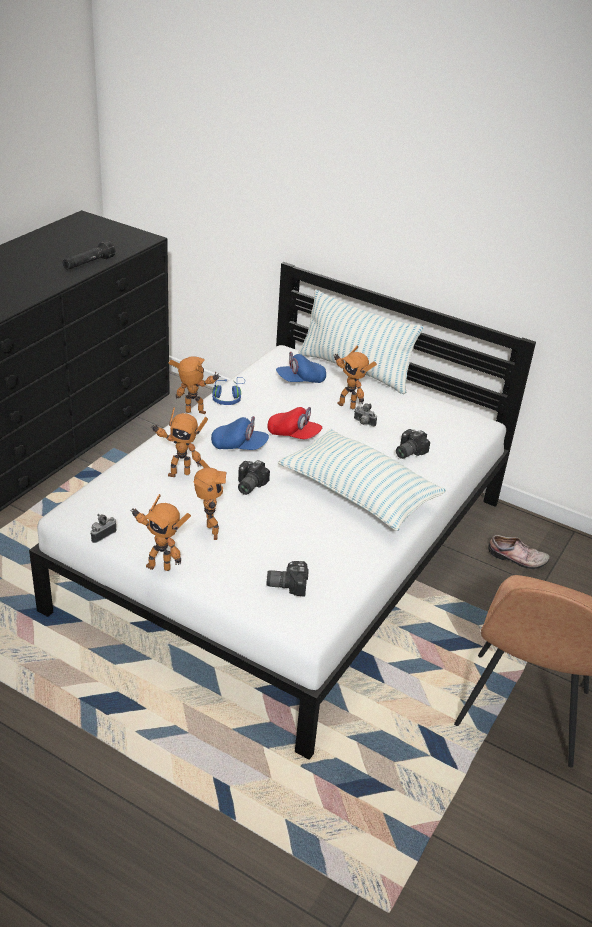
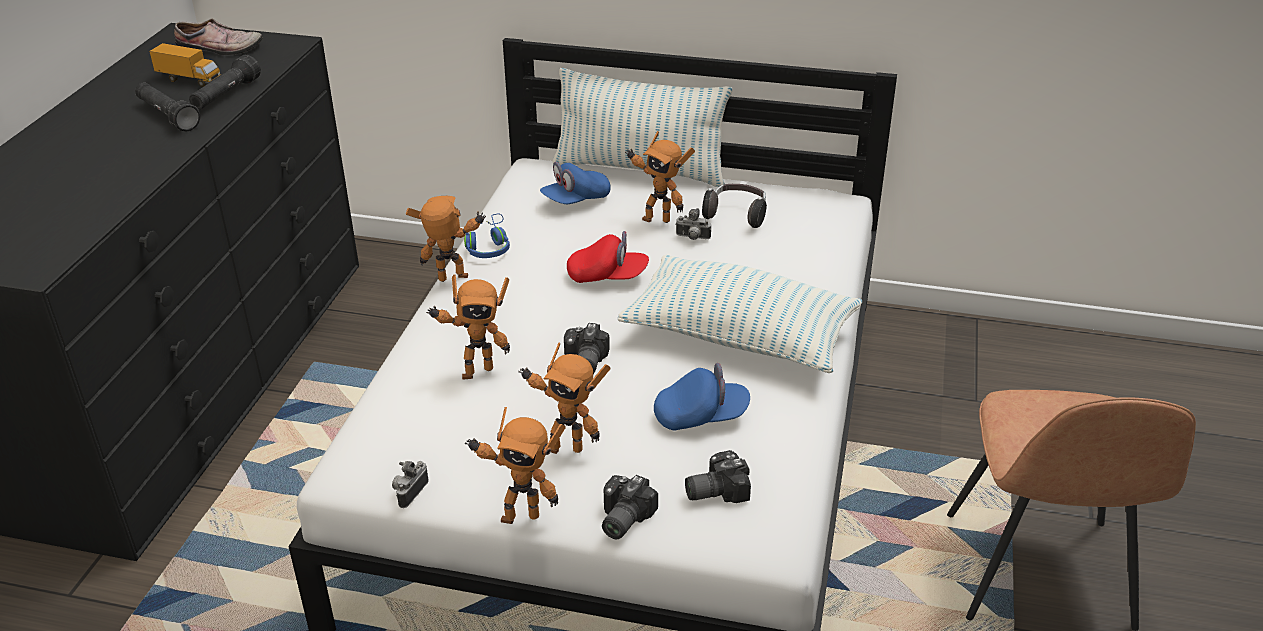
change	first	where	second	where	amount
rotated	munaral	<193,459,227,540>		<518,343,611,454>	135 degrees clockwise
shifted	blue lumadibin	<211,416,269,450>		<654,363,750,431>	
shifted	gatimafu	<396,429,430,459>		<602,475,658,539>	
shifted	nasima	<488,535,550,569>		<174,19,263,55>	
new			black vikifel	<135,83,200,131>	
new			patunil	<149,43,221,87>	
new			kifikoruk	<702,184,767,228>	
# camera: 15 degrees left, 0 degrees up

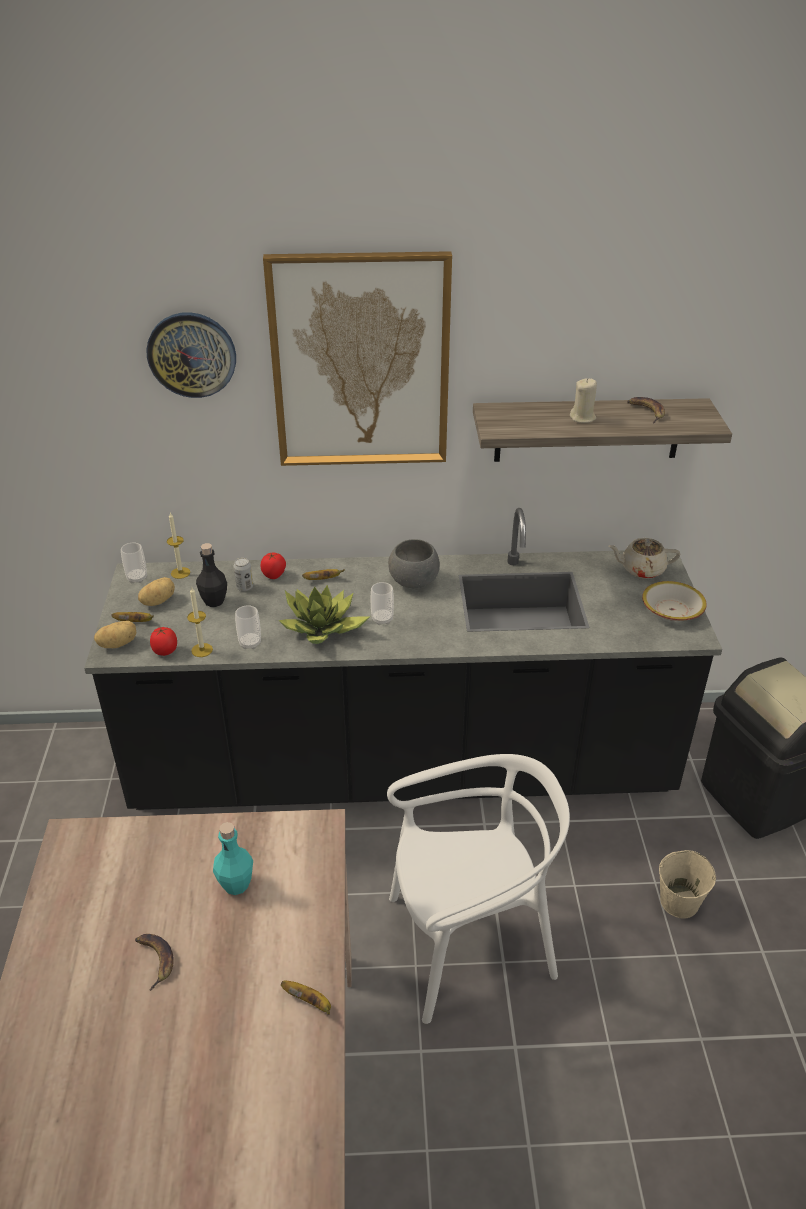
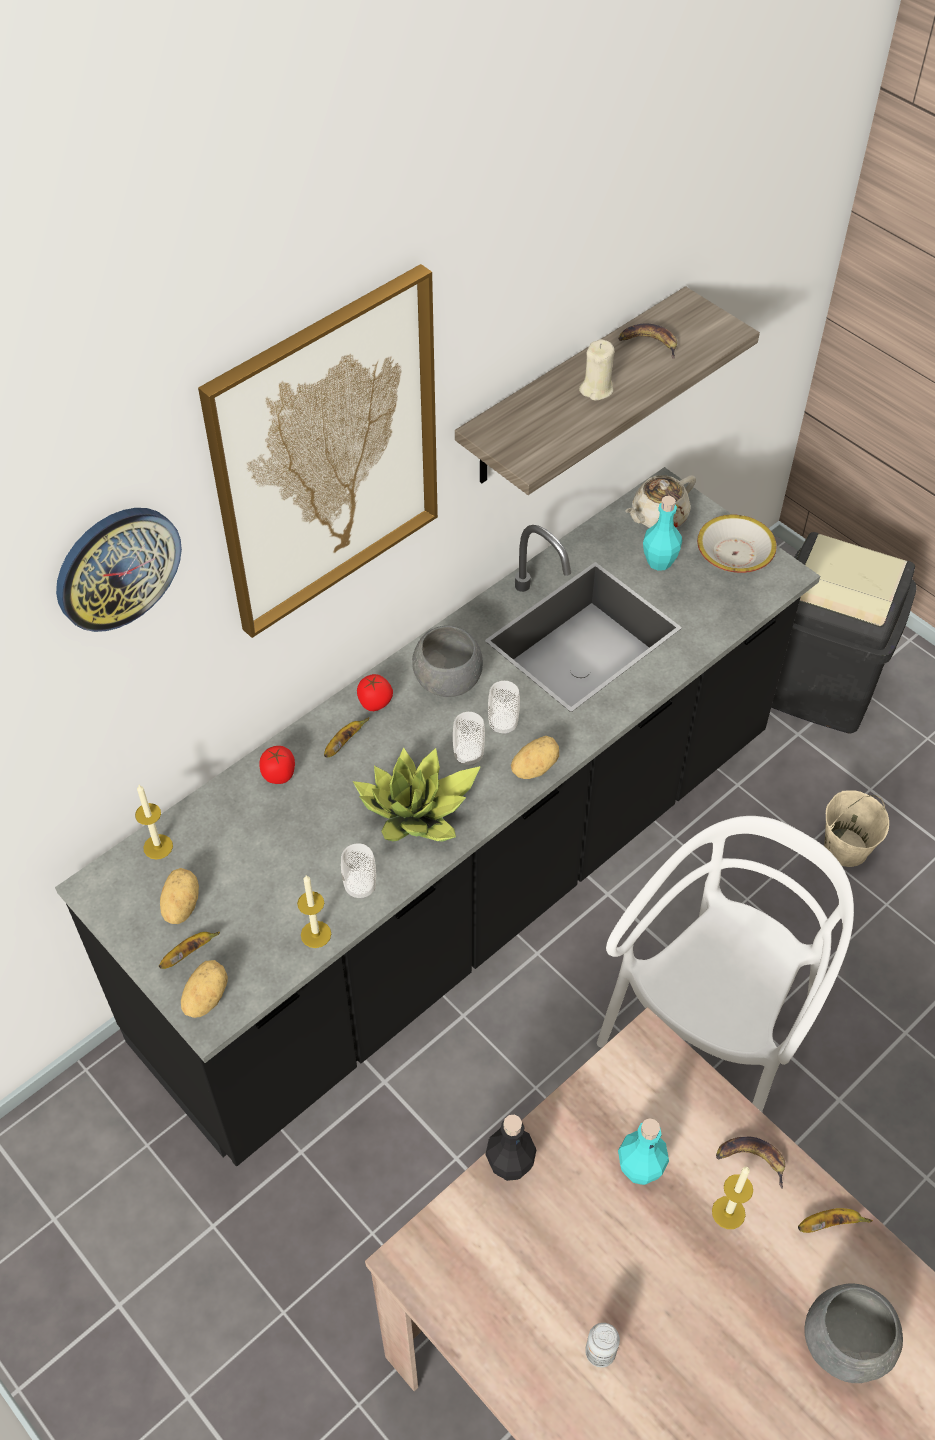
change	first	where	second	where	amount
shifted	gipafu	<121,542,147,583>		<488,681,520,735>	
shifted	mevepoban	<135,934,174,991>		<716,1136,785,1189>	
shifted	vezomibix	<150,627,177,656>		<357,674,393,711>	
shifted	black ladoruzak	<196,543,227,607>		<485,1115,536,1181>	
shifted	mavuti	<233,558,253,591>		<585,1323,620,1367>	
new			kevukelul	<511,736,559,779>	
new			turquoise ladoruzak	<643,496,682,571>	
new			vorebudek	<712,1167,753,1229>	
new			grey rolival	<805,1283,903,1383>	
# camera: 40 degrees left, 15 degrees up

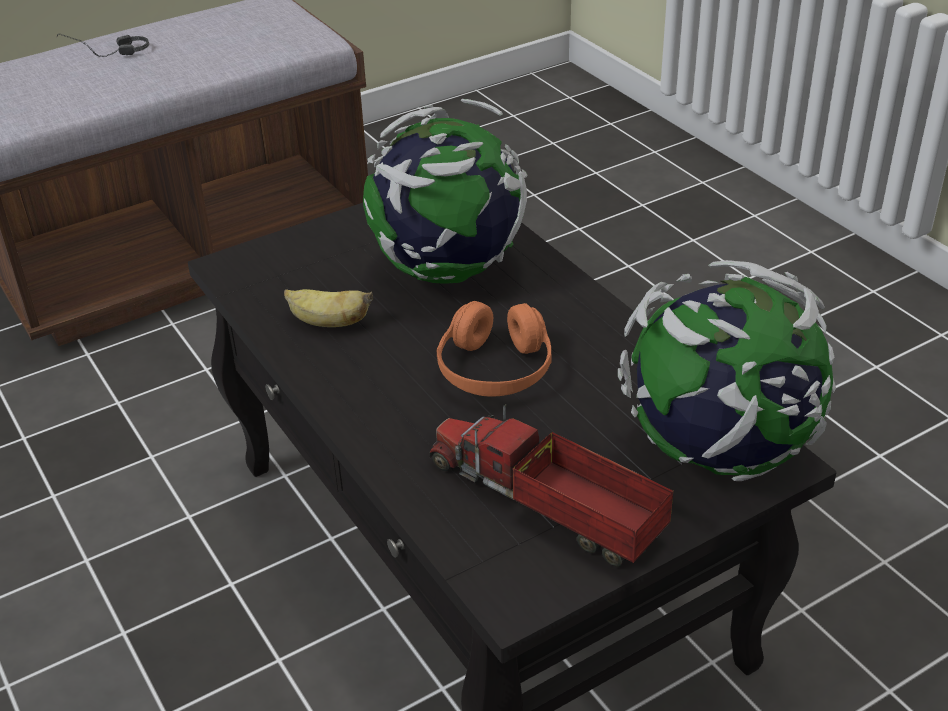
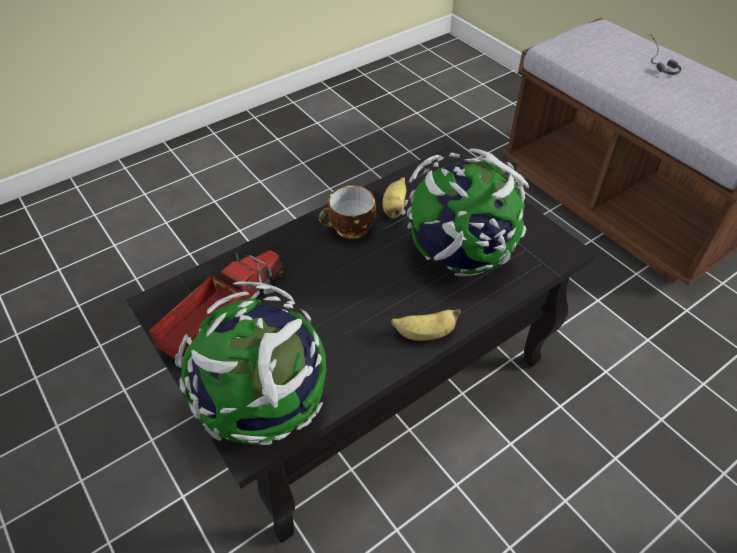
change	first	where	second	where	amount
gone	orange kifikoruk	<437,301,551,397>			
new			gipafu	<319,186,376,239>	
new			mevepoban	<391,309,461,341>	
# camera: 85 degrees right, 10 degrees up

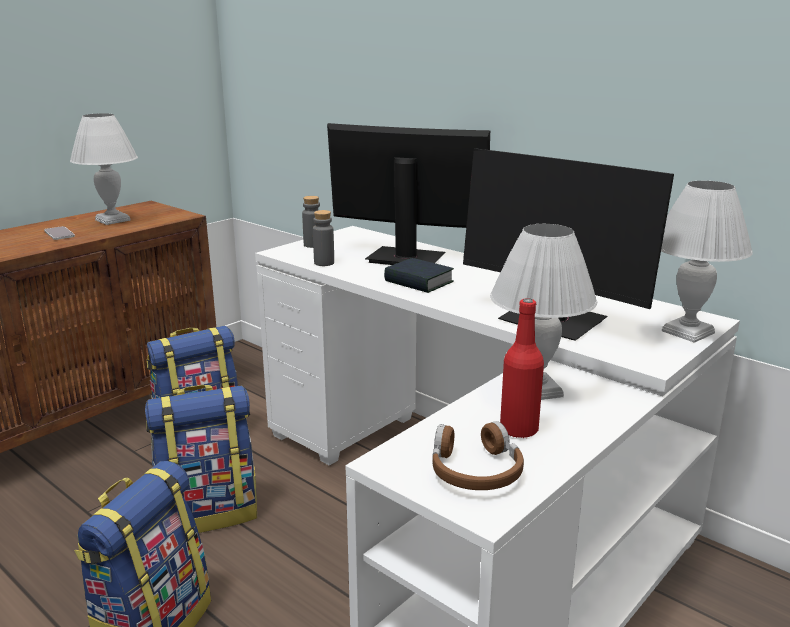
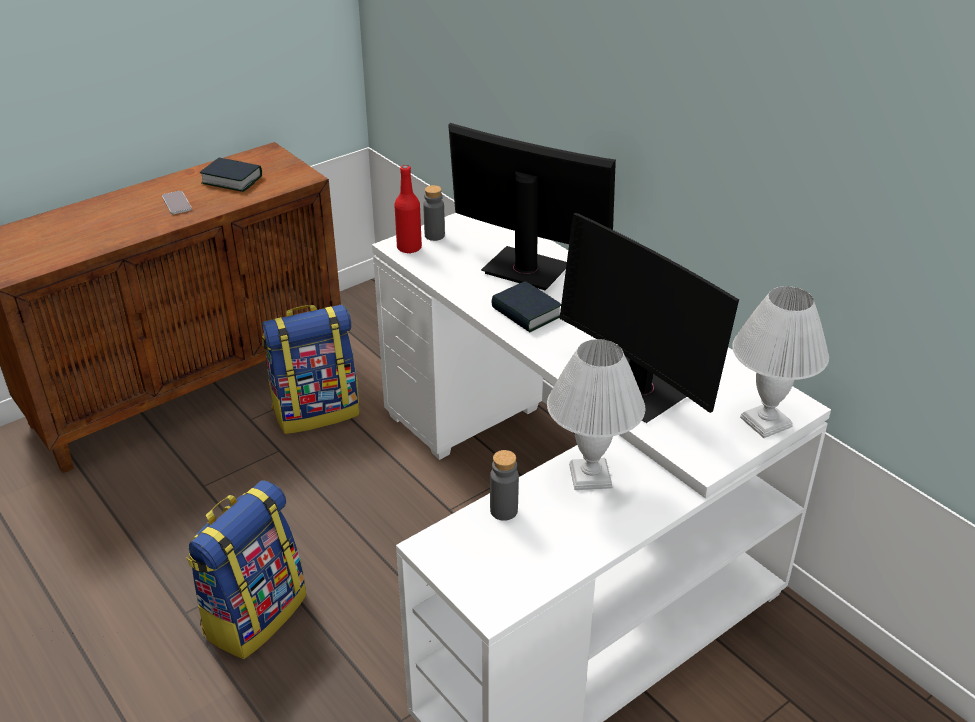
change	first	where	second	where	amount
swapped	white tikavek	<70,113,138,225>	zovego	<200,158,262,192>	
gone	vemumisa	<145,385,257,533>			
shifted	grey ladoruzak	<313,210,334,266>		<490,450,519,521>	
gone	brown kifikoruk	<432,421,524,490>			
shifted	red ladoruzak	<500,298,544,438>		<394,165,422,253>	
# camera: 10 degrees right, 15 degrees up

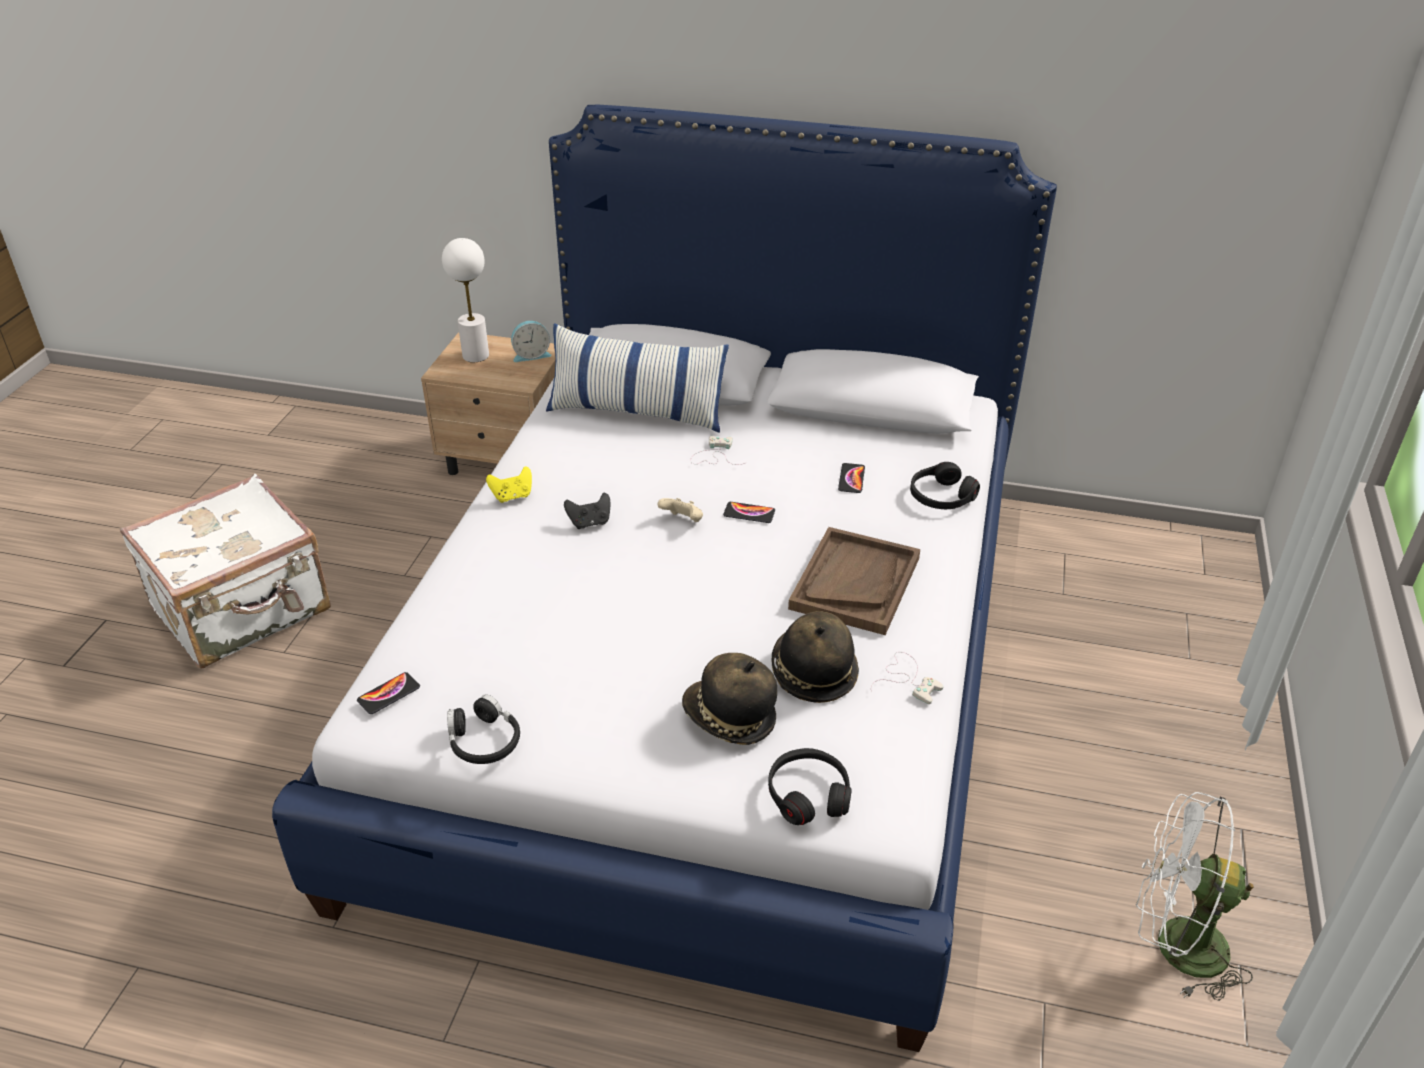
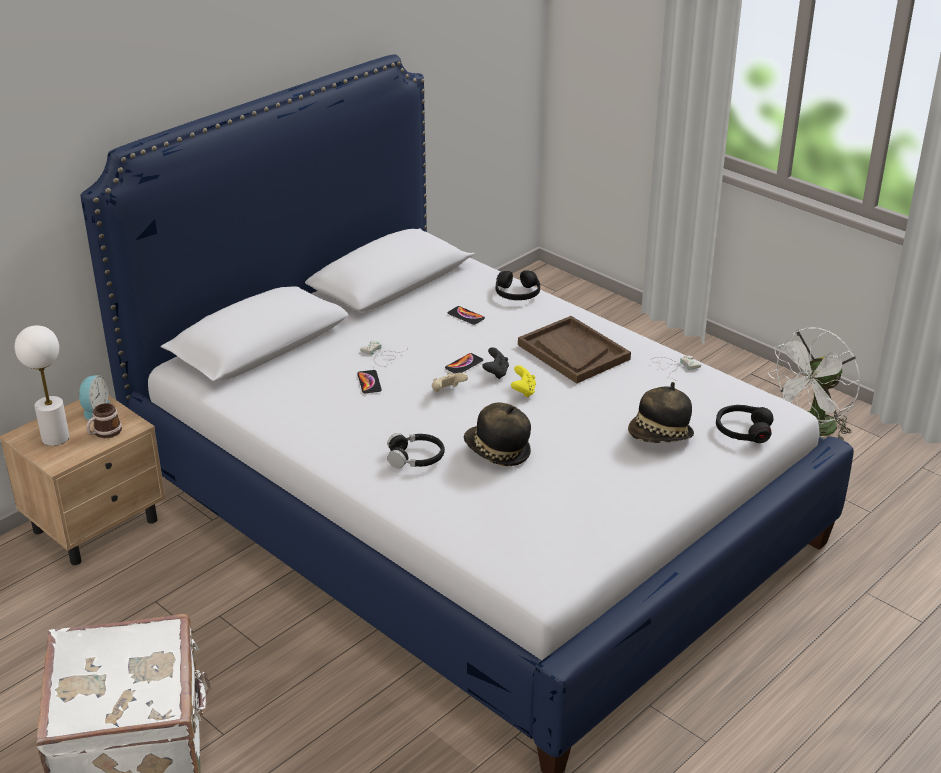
change	first	where	second	where	amount
shifted	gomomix	<357,672,420,714>		<357,370,382,393>	
shifted	black kifikoruk	<447,694,520,764>		<387,433,445,468>	
shifted	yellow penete	<486,466,532,503>		<511,365,536,398>	
gone	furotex	<546,323,729,433>			
shifted	black penete	<564,493,610,529>		<482,347,509,379>	
shifted	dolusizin	<772,611,859,703>		<464,402,531,466>	
new			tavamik	<86,403,122,438>	
# camera: 60 degrees left, 5 degrees down

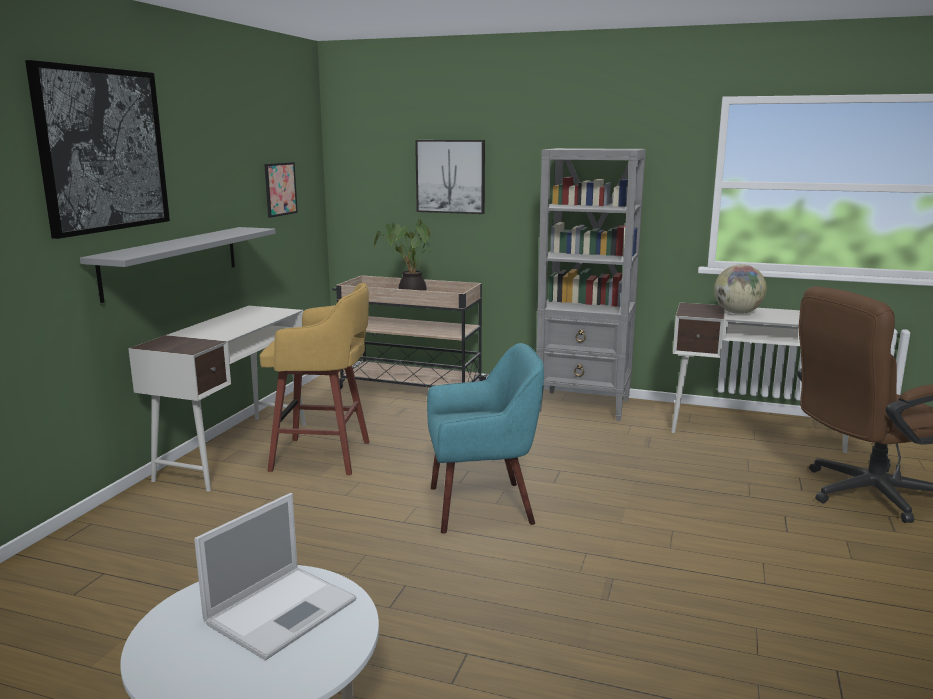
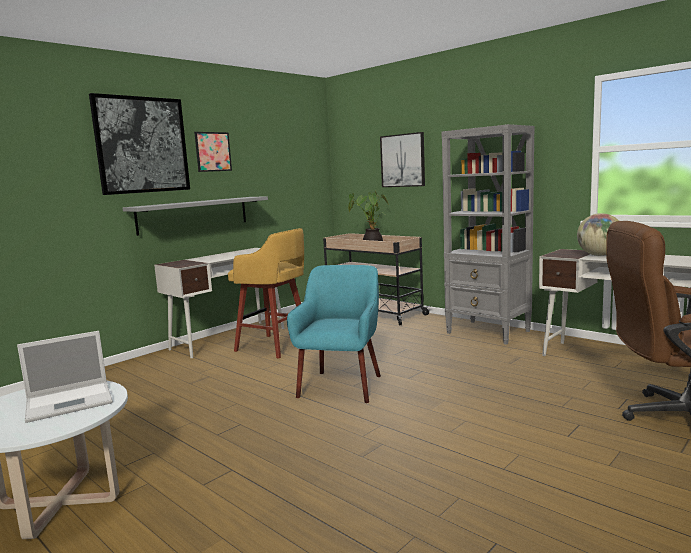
change	first	where	second	where	amount
shifted	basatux	<264,162,298,218>		<194,132,232,172>	
rotated	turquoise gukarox	<427,343,544,534>		<287,265,381,403>	90 degrees counterclockwise
# camera: 25 degrees right, 5 degrees down

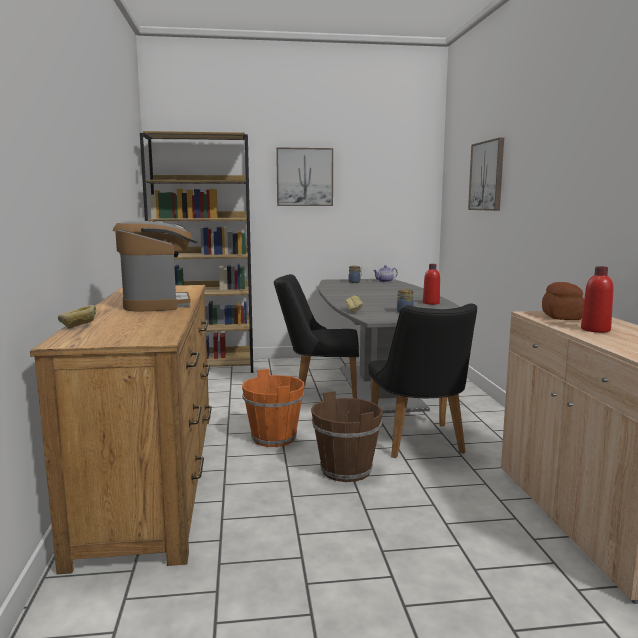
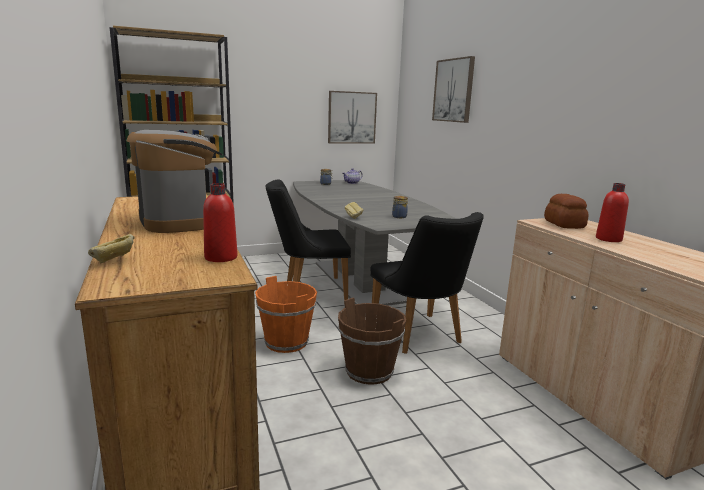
change	first	where	second	where	amount
shifted	basatux	<276,147,333,206>		<328,91,377,144>	
shifted	red ladoruzak	<423,264,440,305>		<203,183,238,262>	
# camera: 15 degrees left, 5 degrees up

